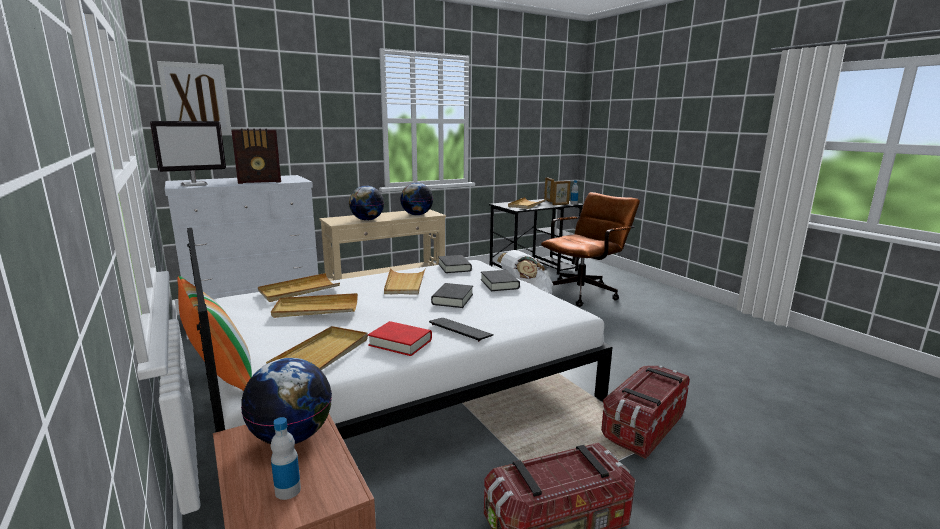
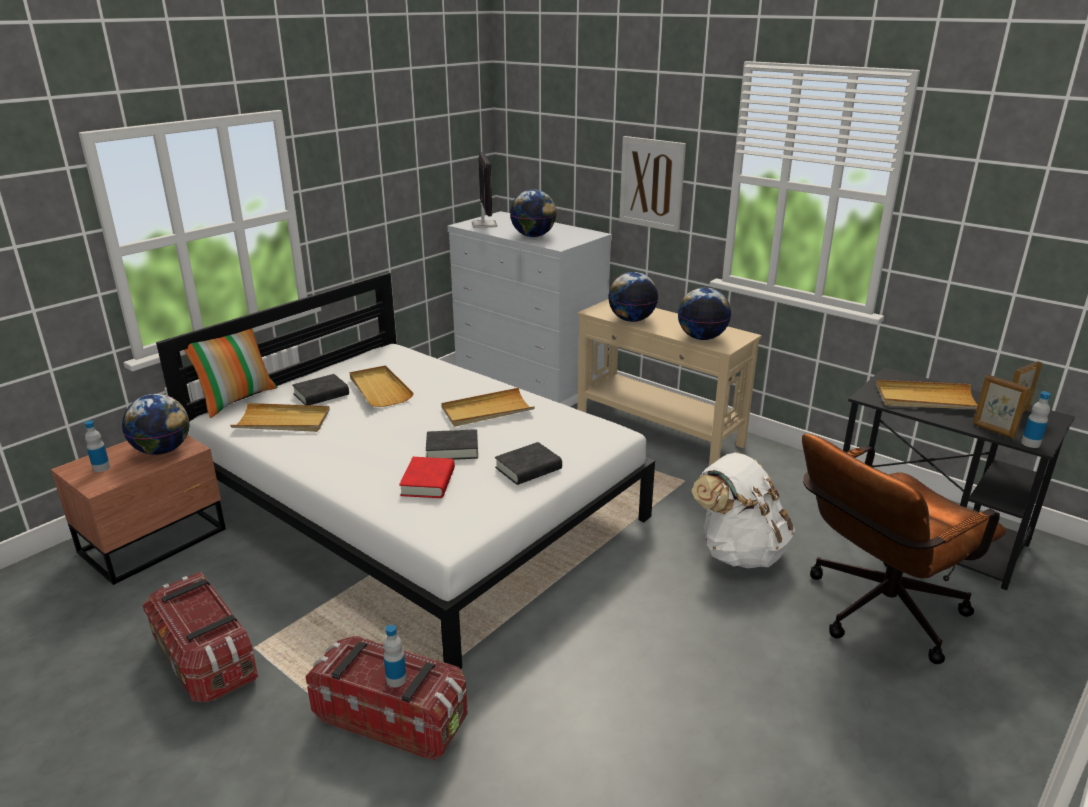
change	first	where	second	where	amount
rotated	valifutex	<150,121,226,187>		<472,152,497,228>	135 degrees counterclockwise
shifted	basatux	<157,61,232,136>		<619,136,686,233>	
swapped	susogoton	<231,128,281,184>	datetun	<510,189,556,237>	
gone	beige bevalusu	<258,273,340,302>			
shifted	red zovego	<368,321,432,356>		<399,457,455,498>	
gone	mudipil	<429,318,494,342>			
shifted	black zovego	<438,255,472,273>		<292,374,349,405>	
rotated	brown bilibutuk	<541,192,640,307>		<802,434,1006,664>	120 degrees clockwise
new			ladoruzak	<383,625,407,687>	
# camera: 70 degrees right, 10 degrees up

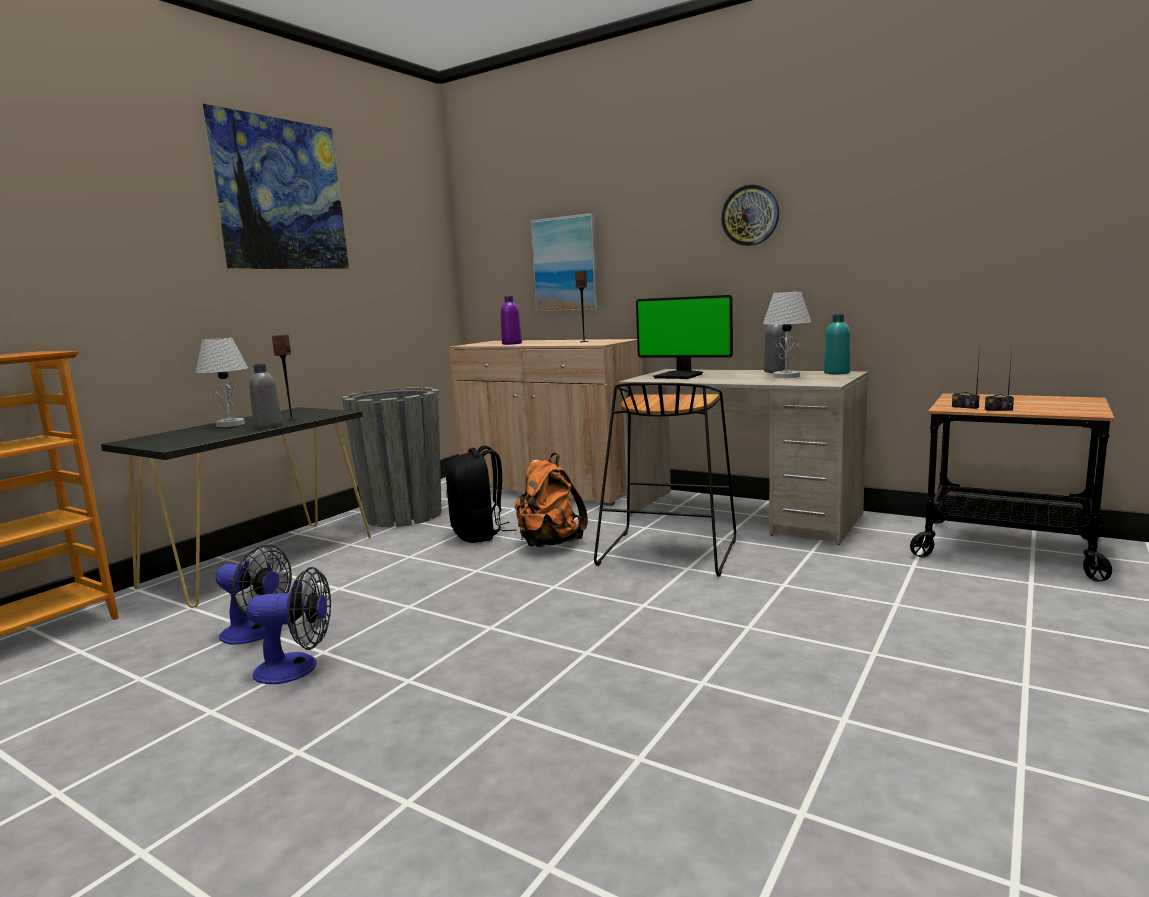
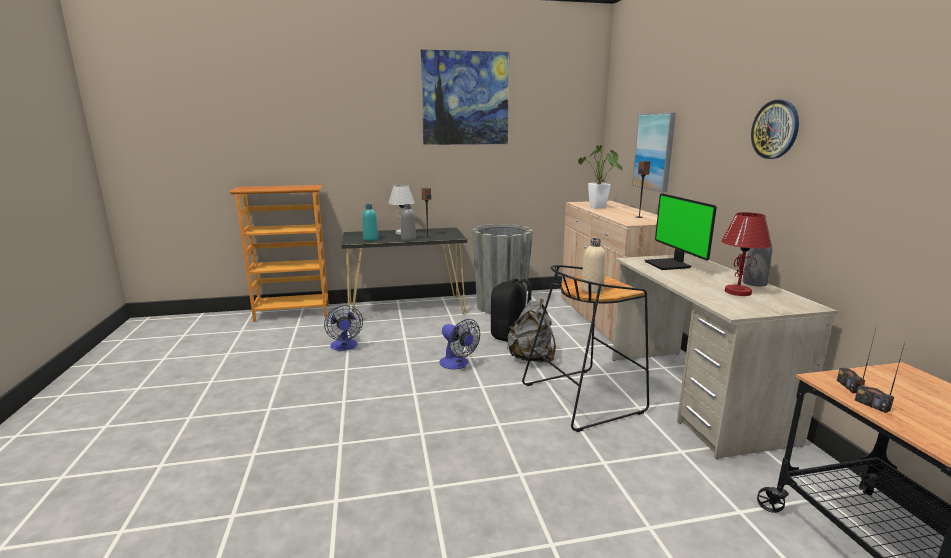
change	first	where	second	where	amount
shifted	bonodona	<246,567,331,684>		<439,319,480,369>	
swapped	purple ladoruzak	<501,296,522,345>	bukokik	<578,145,623,209>	
repainted	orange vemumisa	<514,453,588,547>	grey vemumisa	<507,299,556,363>	
repainted	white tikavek	<763,292,811,378>	red tikavek	<721,212,772,296>	
shifted	turquoise ladoruzak	<824,314,850,374>		<362,204,378,241>	
new			beige ladoruzak	<581,238,605,293>	
# camera: 45 degrees right, 5 degrees up

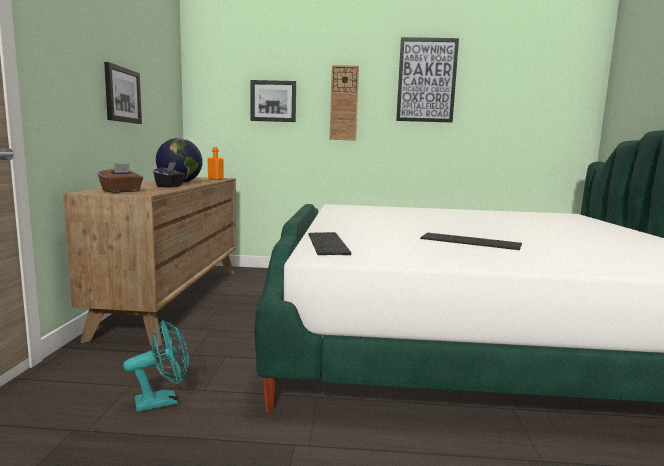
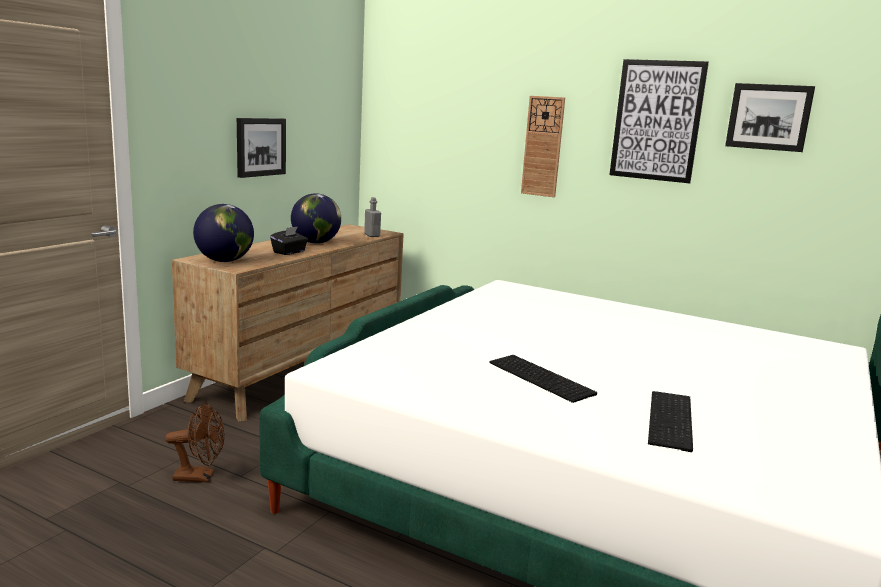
change	first	where	second	where	amount
swapped	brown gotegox	<98,163,143,193>	datetun	<193,204,254,262>	
repainted	turquoise bonodona	<123,320,189,412>	brown bonodona	<165,403,224,483>	
repainted	orange ladoruzak	<208,147,224,180>	grey ladoruzak	<364,197,381,237>	
shifted	basatux	<251,80,296,122>		<725,83,815,152>	
shifted	mudipil	<308,232,351,255>		<648,391,693,452>	
# camera: 25 degrees right, 5 degrees up

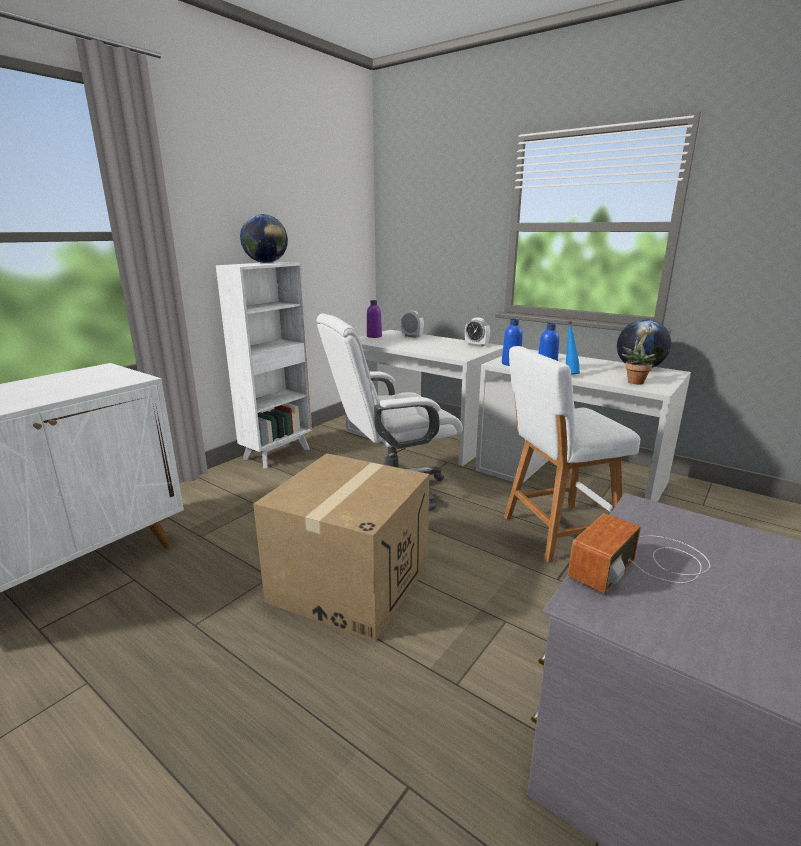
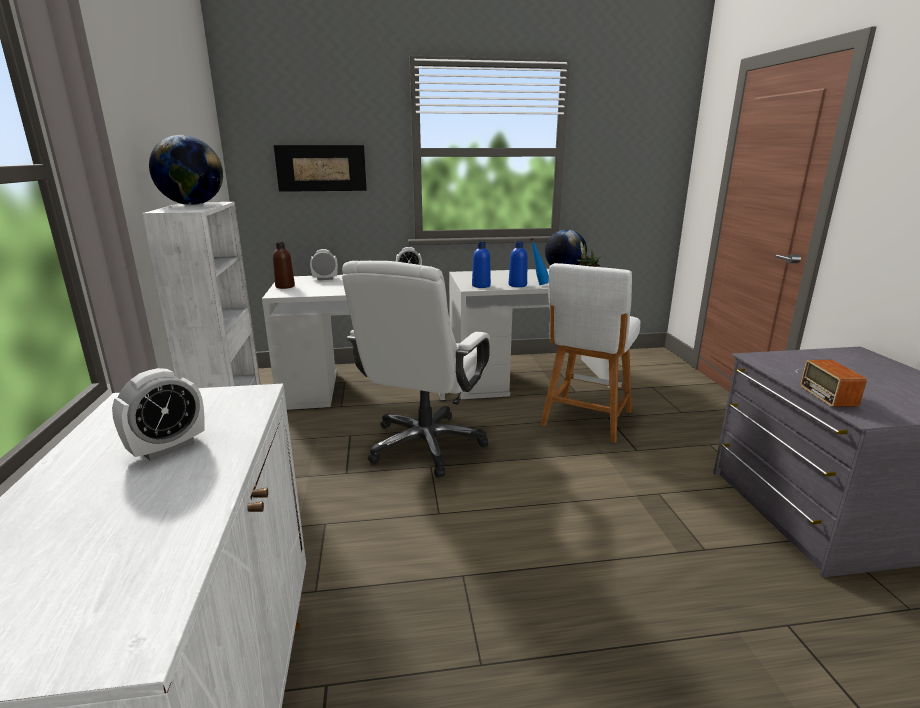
change	first	where	second	where	amount
gone	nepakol	<253,453,430,642>			
repainted	purple ladoruzak	<367,300,382,338>	brown ladoruzak	<273,242,295,289>	
new			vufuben	<112,368,205,461>	
new			basatux	<274,145,367,192>	
# camera: 45 degrees left, 0 degrees up

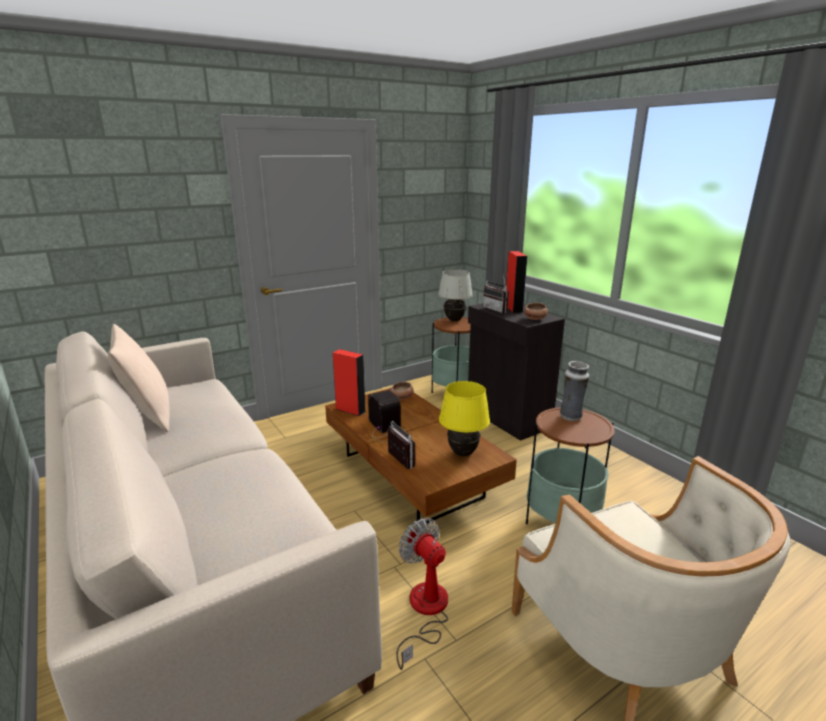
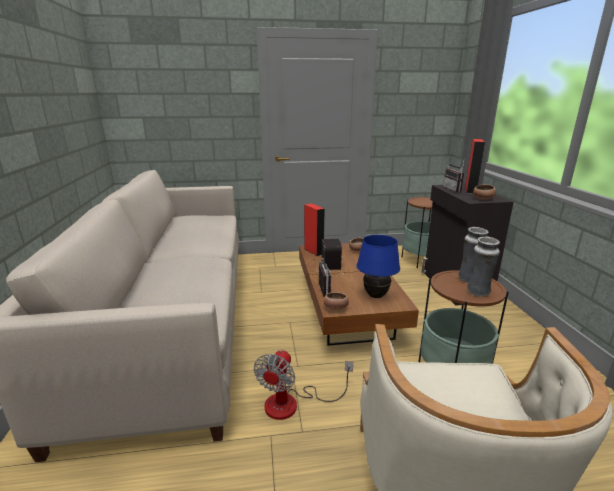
change	first	where	second	where	amount
gone	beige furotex	<108,324,170,432>			
rotated	bonodona	<396,518,448,670>		<254,350,353,420>	150 degrees counterclockwise
gone	white tikavek	<438,269,473,321>			
repainted	yellow tikavek	<439,381,490,457>	blue tikavek	<357,235,400,298>	
new			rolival	<324,292,349,310>	
new			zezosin	<467,237,500,297>	
# camera: 25 degrees right, 0 degrees up

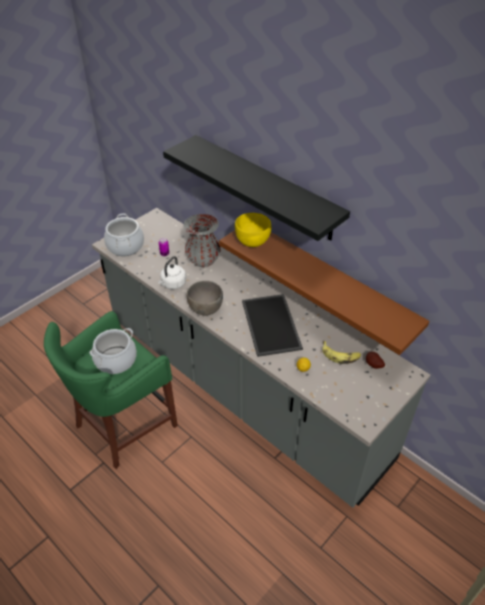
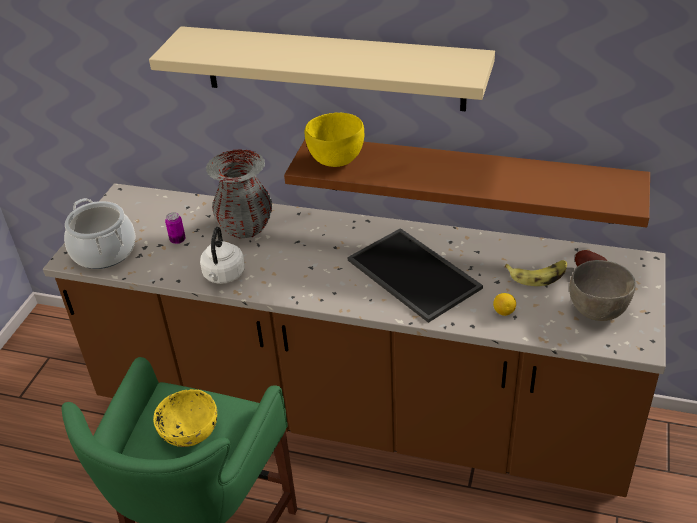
change	first	where	second	where	amount
swapped	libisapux	<89,328,137,374>	yellow rolival	<153,389,217,447>	
repainted	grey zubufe	<92,208,430,508>	brown zubufe	<43,183,666,497>	
repainted	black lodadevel	<163,135,350,241>	beige lodadevel	<149,26,495,111>	
shifted	grey rolival	<187,281,223,316>		<569,260,636,321>	
# camera: 25 degrees left, 5 degrees down

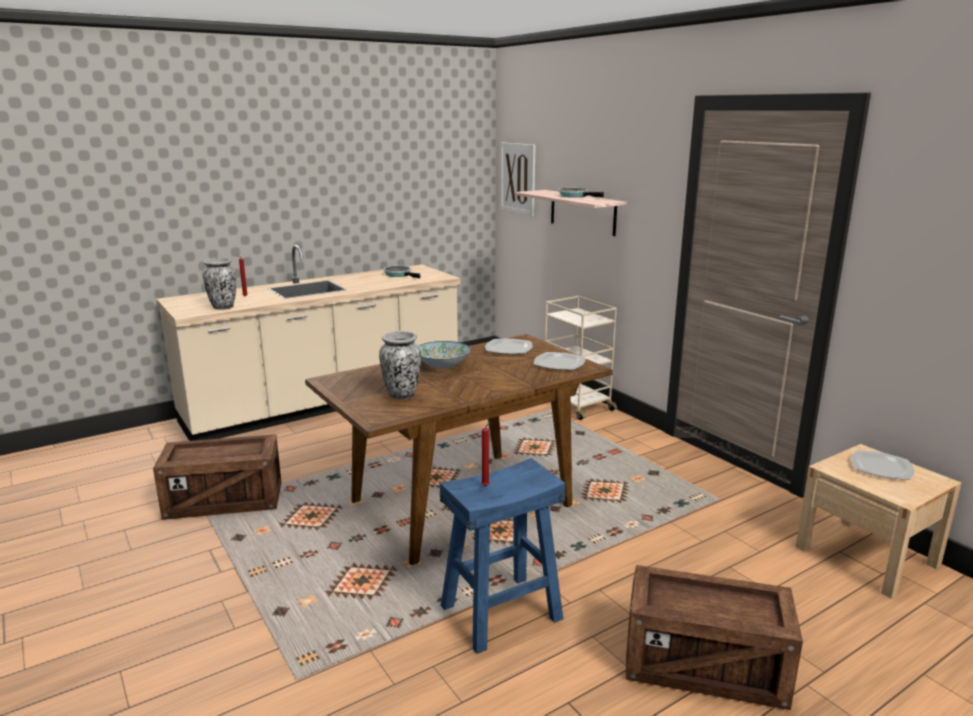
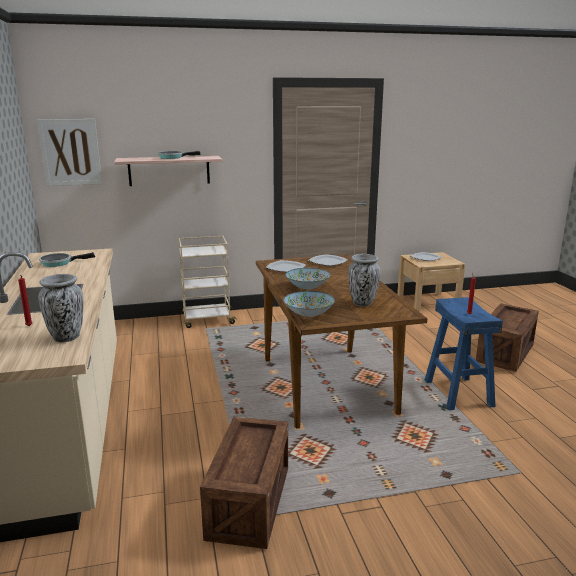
change	first	where	second	where	amount
new			rolival	<284,291,335,317>	
# camera: 70 degrees left, 0 degrees up

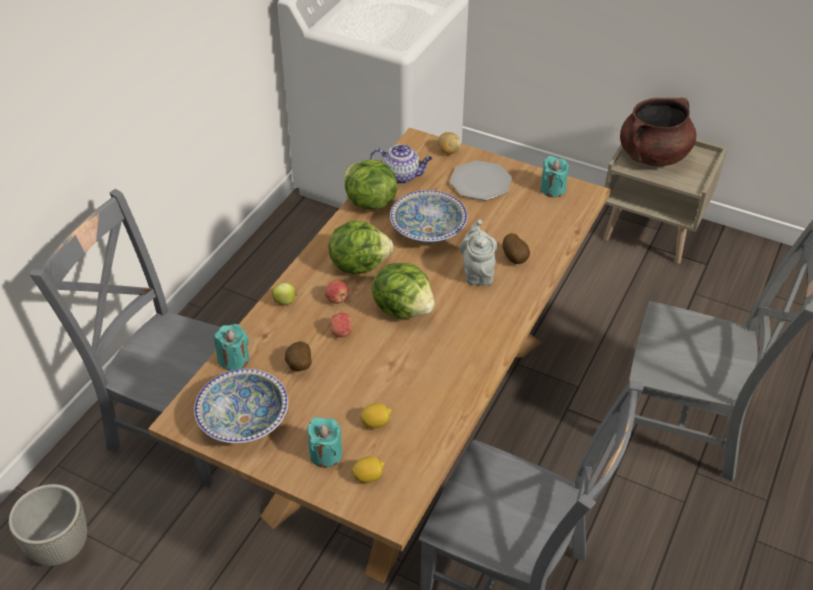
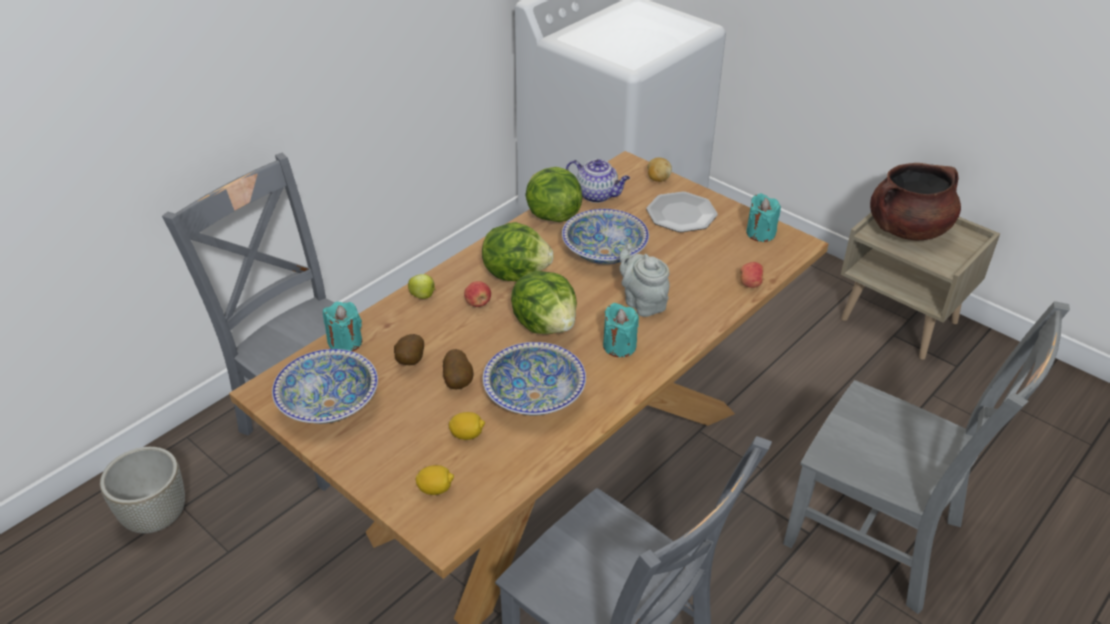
change	first	where	second	where	amount
shifted	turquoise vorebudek	<307,417,342,468>		<603,303,639,357>	
shifted	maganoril	<329,313,353,337>		<740,262,765,288>	
rotated	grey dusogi	<459,219,498,286>		<619,244,670,317>	45 degrees counterclockwise
shifted	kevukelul	<502,233,530,264>		<443,349,474,389>	
new			rolival	<483,342,586,415>	
# camera: 15 degrees right, 5 degrees down

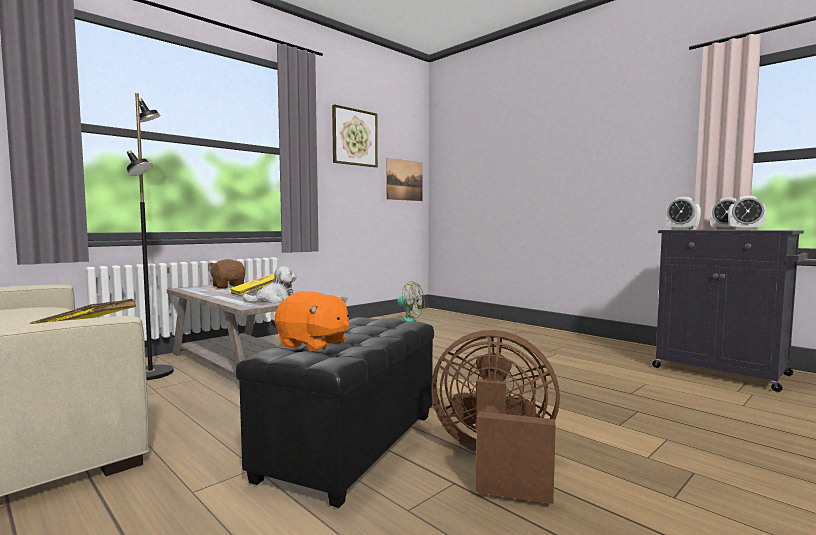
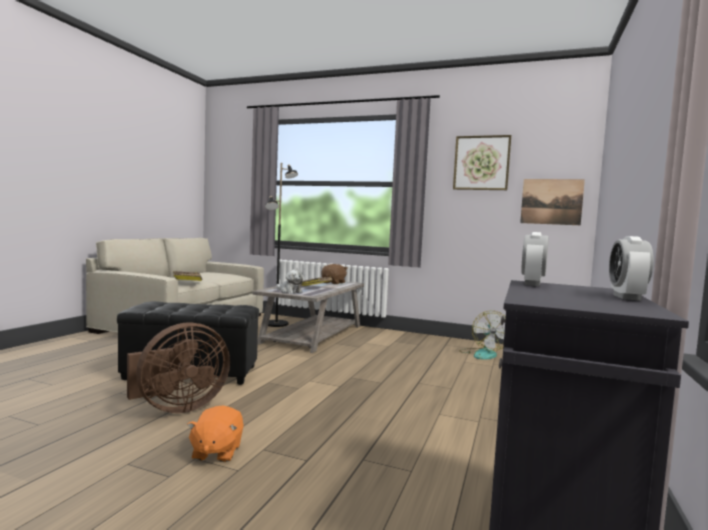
change	first	where	second	where	amount
shifted	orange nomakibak	<274,291,349,351>		<187,405,244,462>	
rotated	brown bonodona	<431,330,560,504>		<127,323,230,413>	60 degrees clockwise
gone	vufuben	<728,196,766,230>			
# camera: 65 degrees right, 0 degrees up

